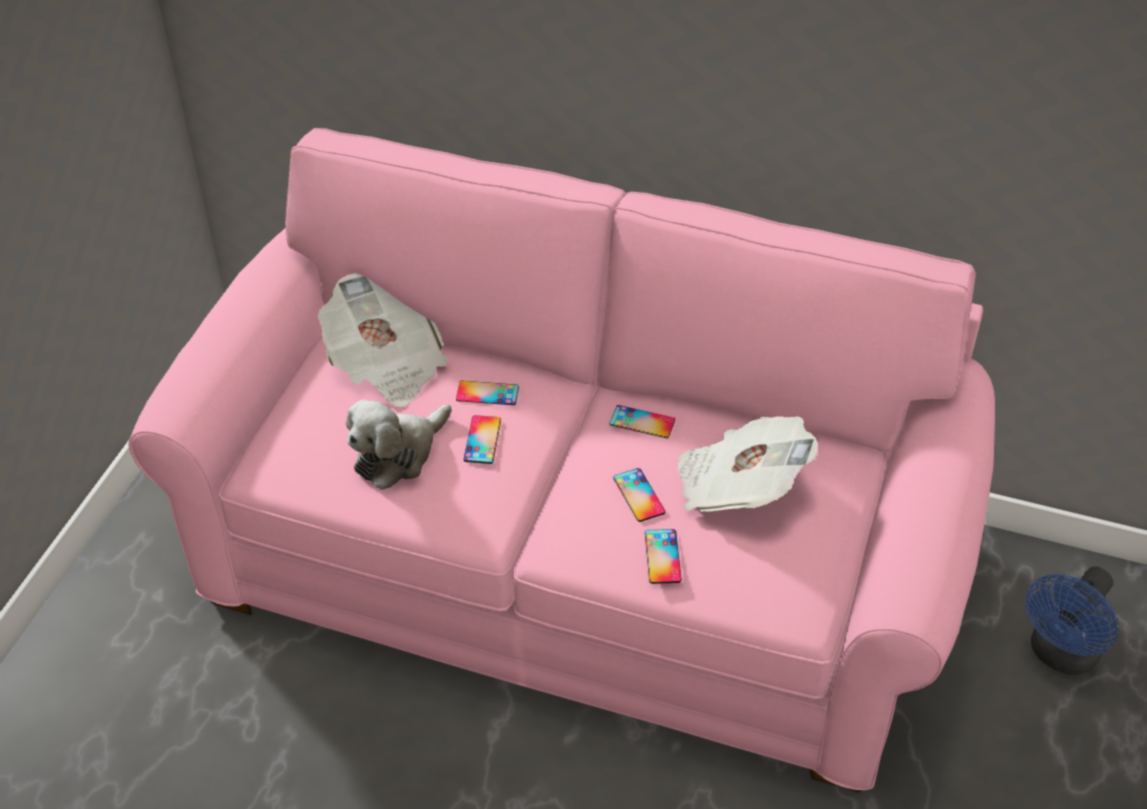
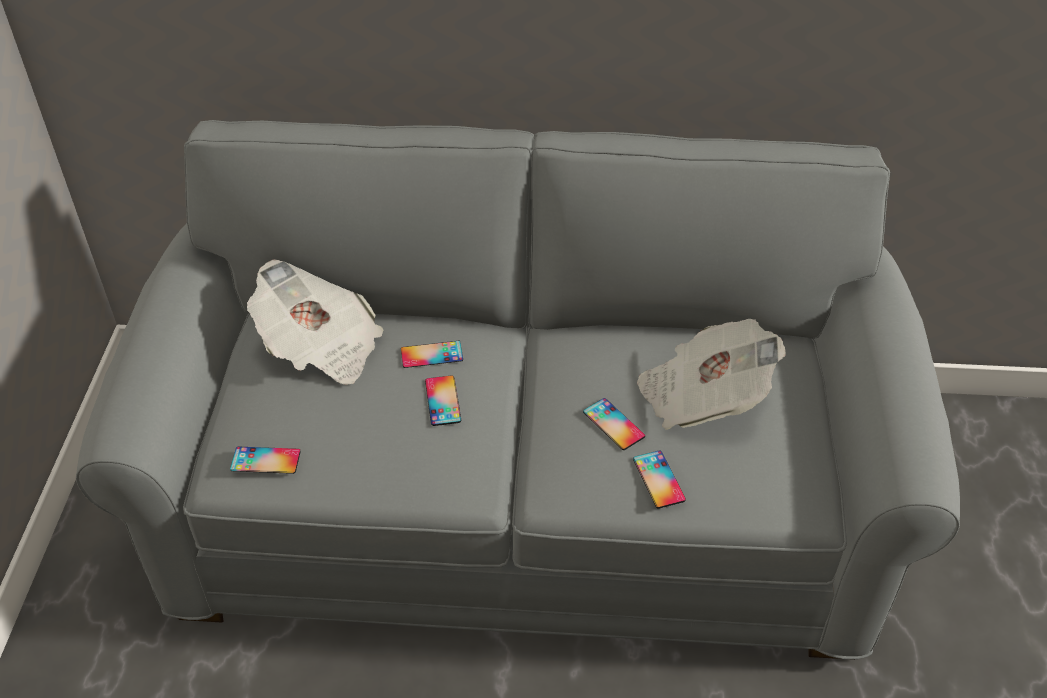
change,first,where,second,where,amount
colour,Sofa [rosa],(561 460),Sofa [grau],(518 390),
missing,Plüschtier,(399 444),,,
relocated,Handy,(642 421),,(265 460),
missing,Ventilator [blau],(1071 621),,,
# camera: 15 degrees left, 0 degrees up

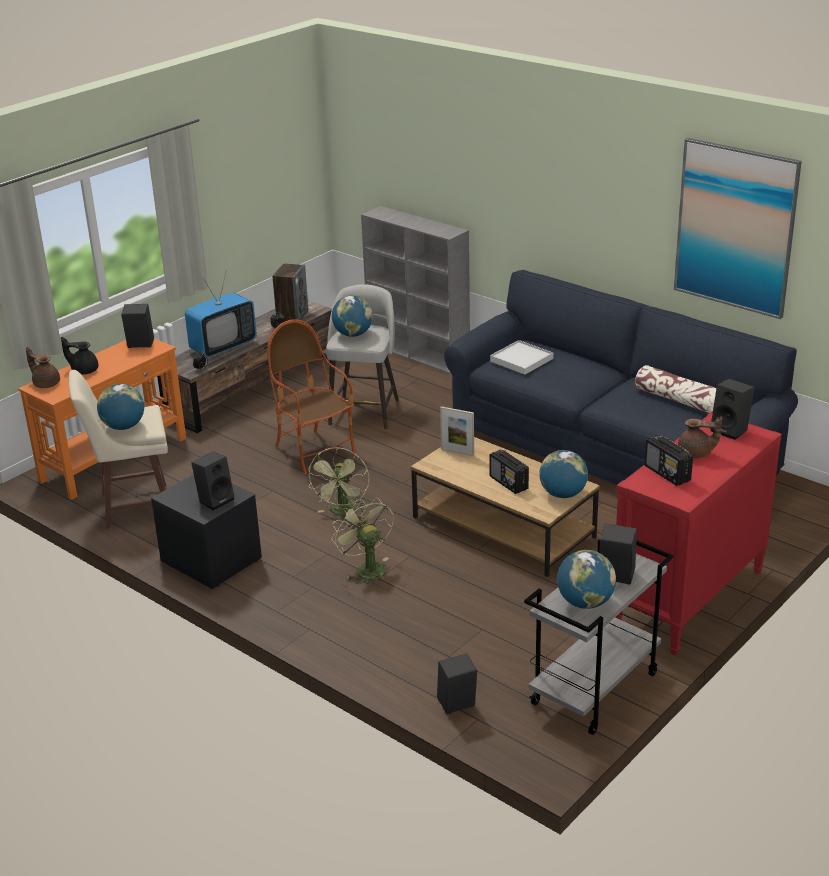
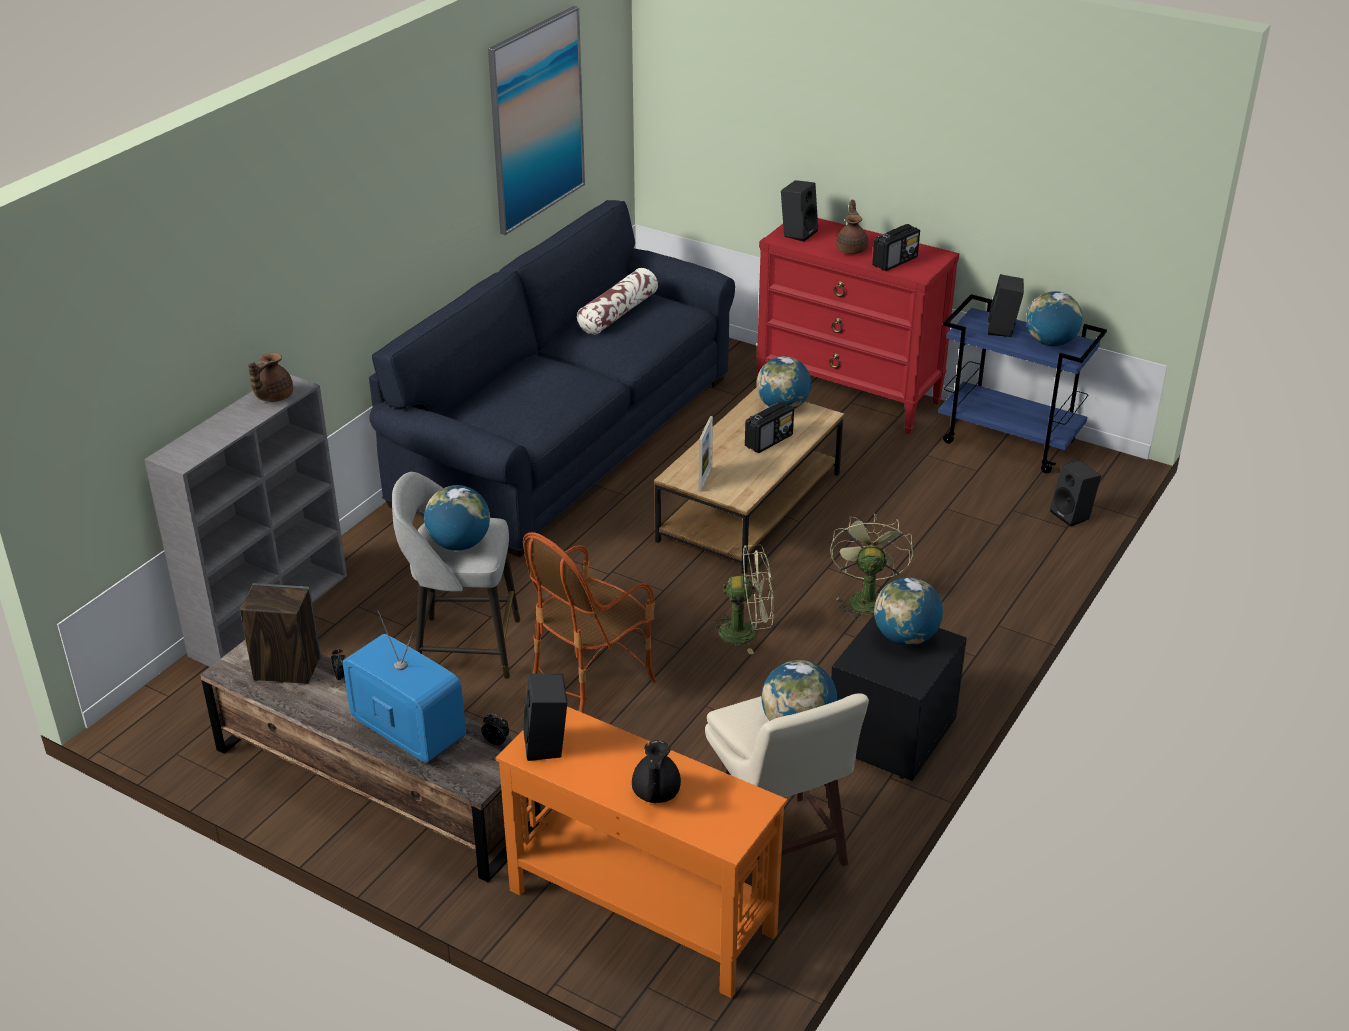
change,first,where,second,where,amount
missing,Tablett [weiß],(521 357),,,
relocated,Teekanne [braun],(43 367),,(270 377),
exchanged,Lautsprecher [schwarz],(212 481),Globus,(908 612),
spun,Ventilator [grün],(363 541),,(871 567),135 degrees clockwise
colour,Rollwagen [grau],(599 637),Rollwagen [blau],(1022 383),
# camera: 100 degrees left, 5 degrees up

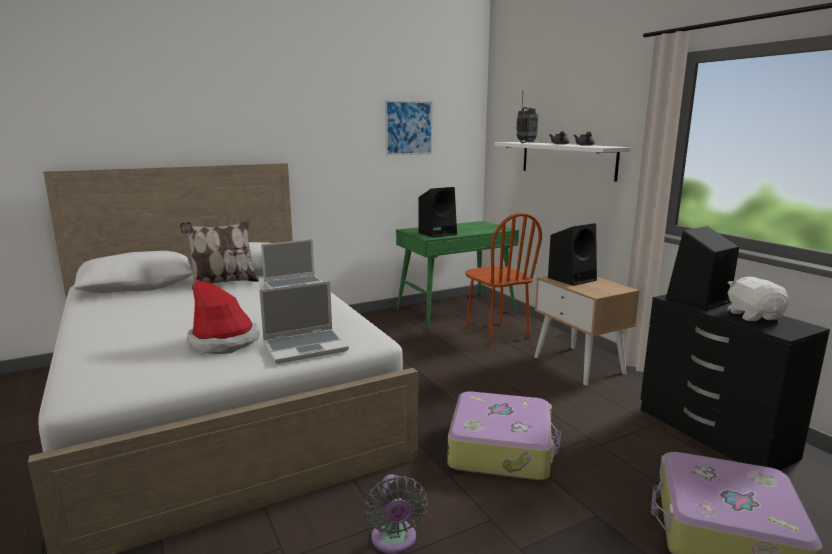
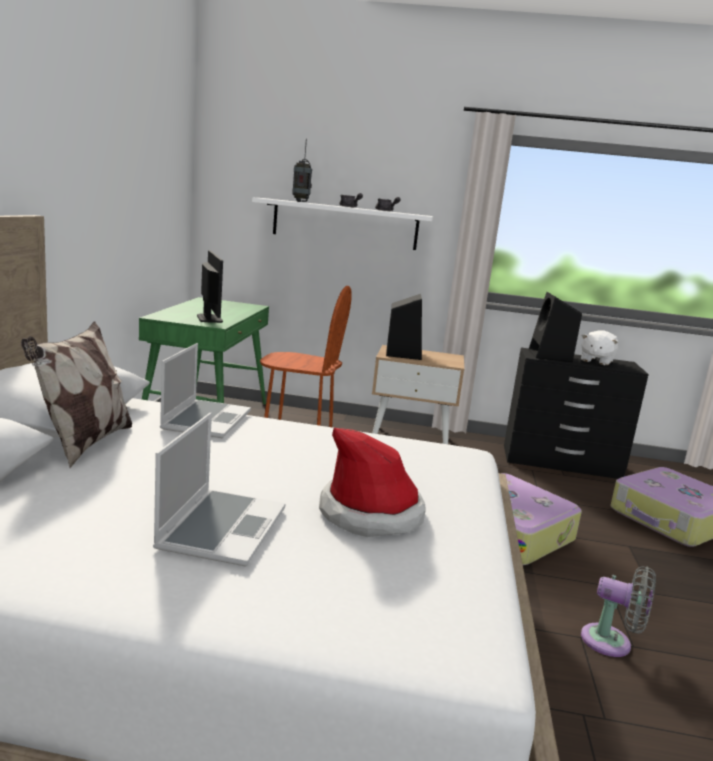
change,first,where,second,where,amount
missing,Bild,(409 128),,,
exchanged,Lautsprecher [schwarz],(438 212),Monitor,(210 286),
spun,Plüschtier [weiß],(758 299),,(599 348),90 degrees counterclockwise
relocated,Laptop,(304 322),,(219 490),
# camera: 55 degrees left, 0 degrees up

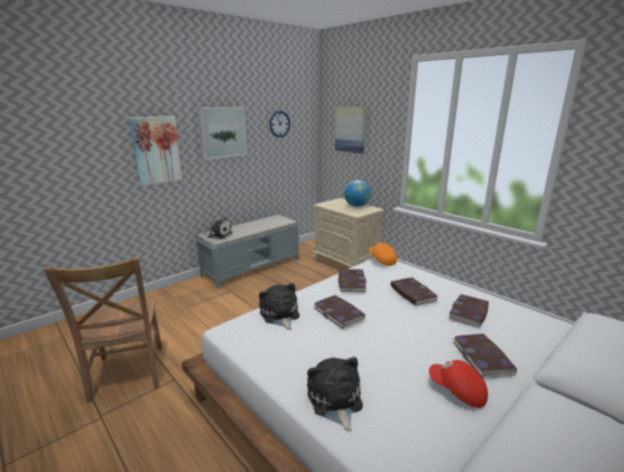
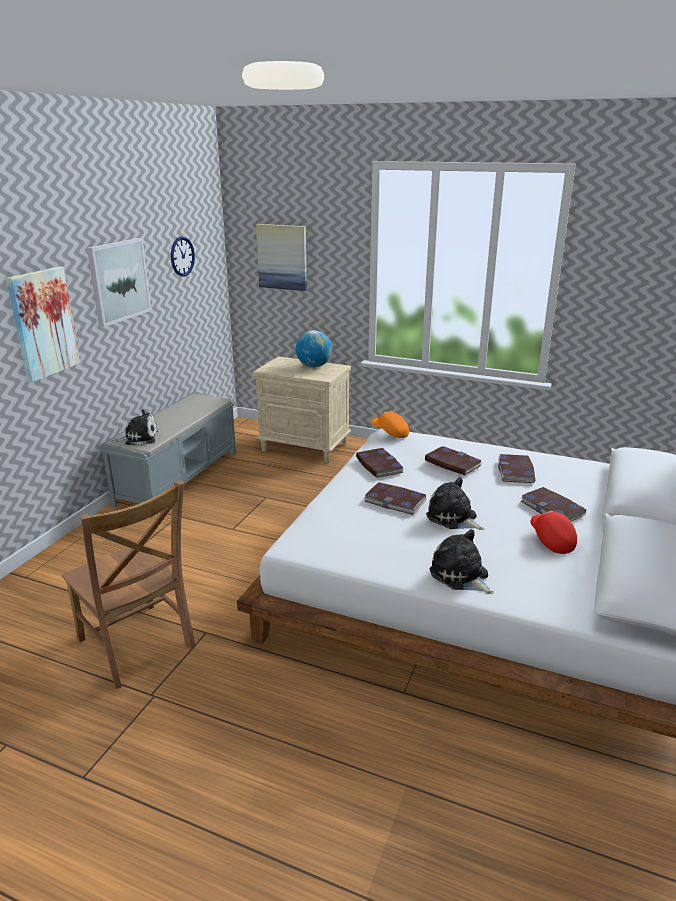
change,first,where,second,where,amount
relocated,Plüschtier,(279 306),,(455 503),
spun,Kappe [rot],(458 384),,(553 532),60 degrees clockwise
# camera: 25 degrees left, 5 degrees up

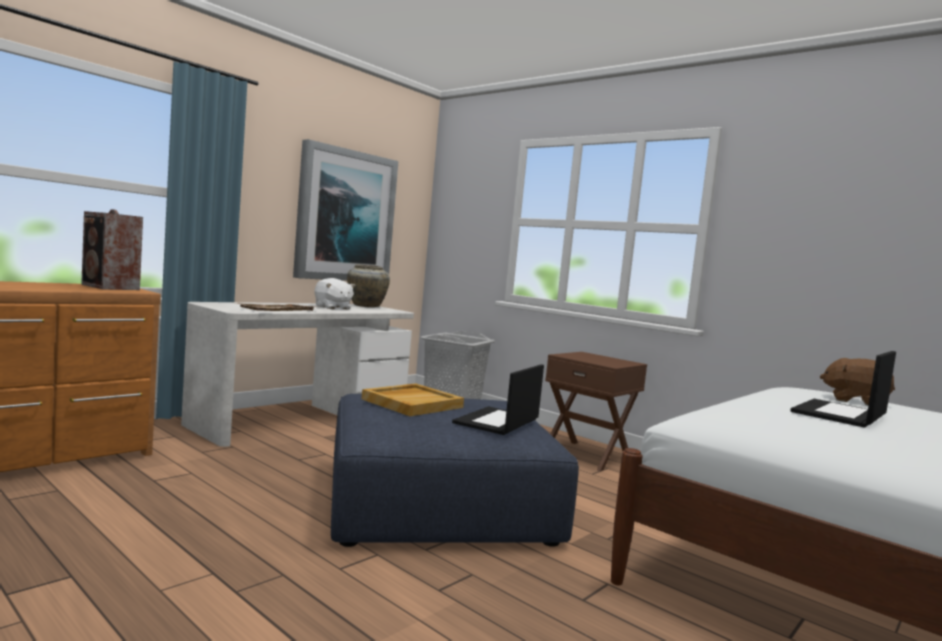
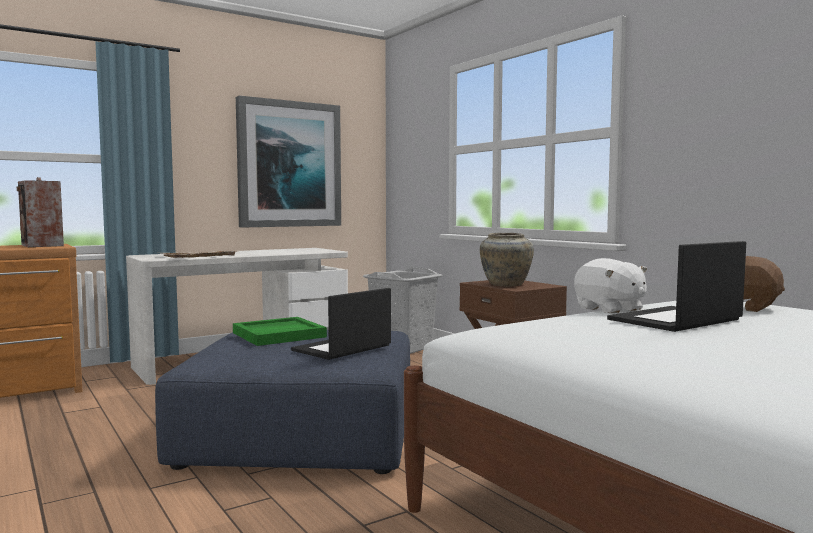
change,first,where,second,where,amount
relocated,Vase [beige],(368 285),,(507 260),
relocated,Plüschtier [weiß],(335 293),,(610 285),
colour,Tablett [beige],(413 399),Tablett [grün],(280 331),
# camera: 15 degrees right, 0 degrees up

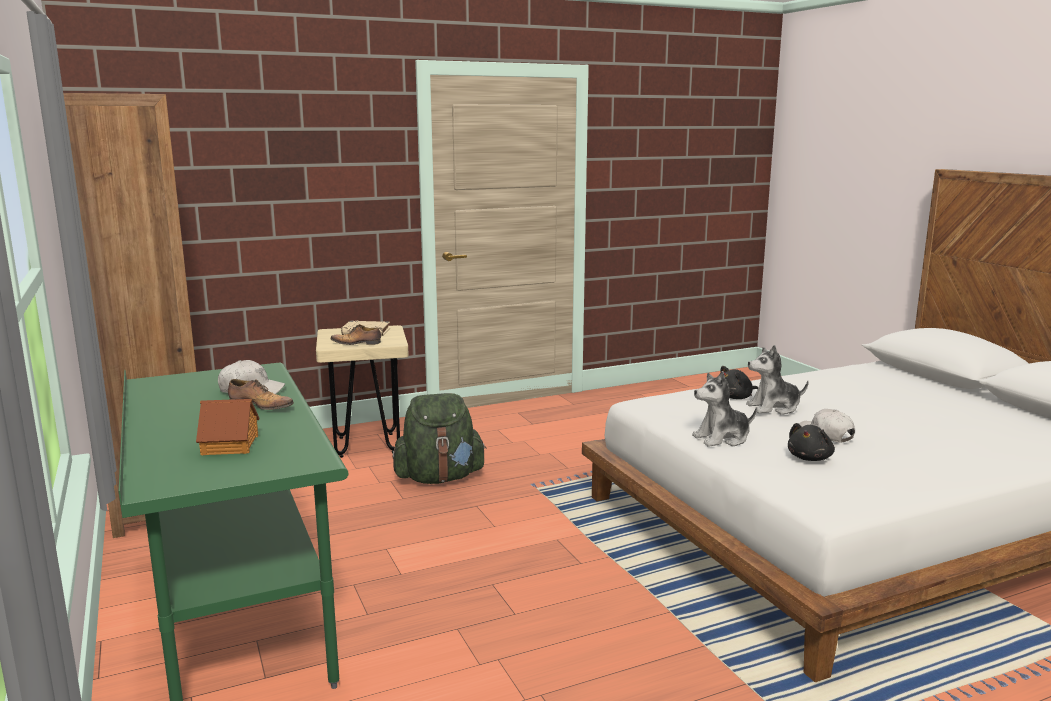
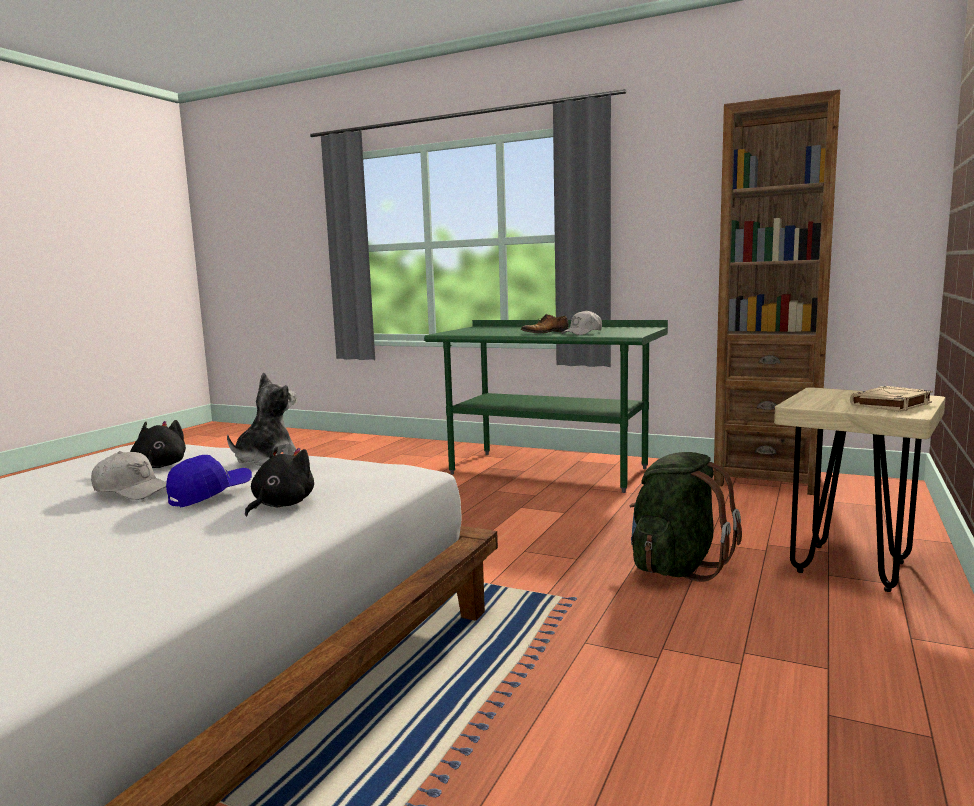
change,first,where,second,where,amount
missing,Schuh,(355 334),,,
exchanged,Plüschtier,(777 380),Kappe [blau],(209 481),
missing,Spielzeughaus,(227 427),,,
# camera: 140 degrees right, 5 degrees down

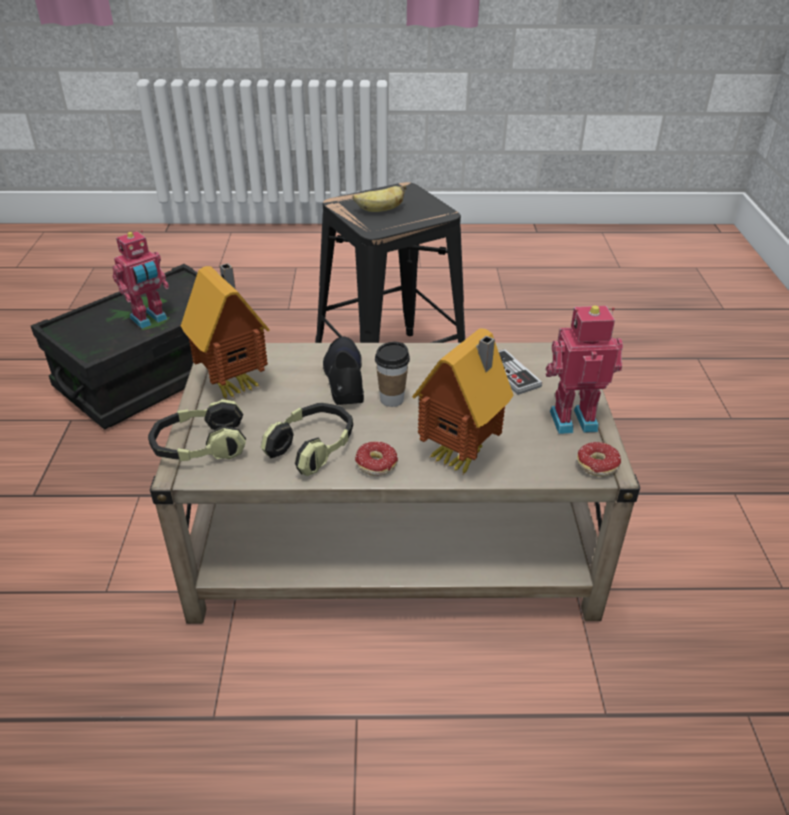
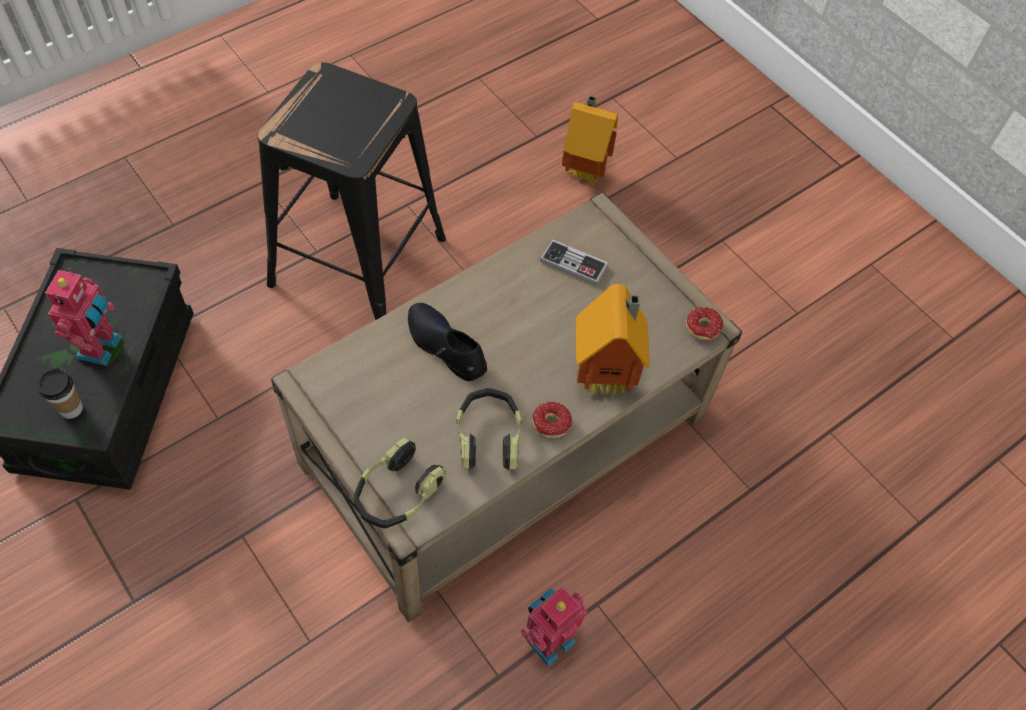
change,first,where,second,where,amount
missing,Banane,(379 198),,,
relocated,Spielzeughaus,(225 331),,(590 140),
relocated,Spielzeugroboter,(584 369),,(553 626),
relocated,Tasse,(392 374),,(60 393),
# camera: 40 degrees left, 20 degrees up

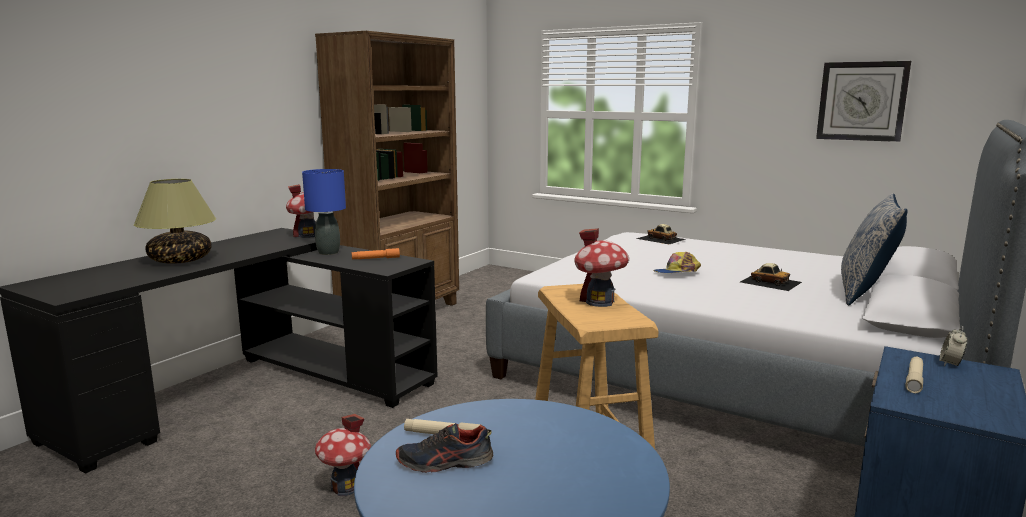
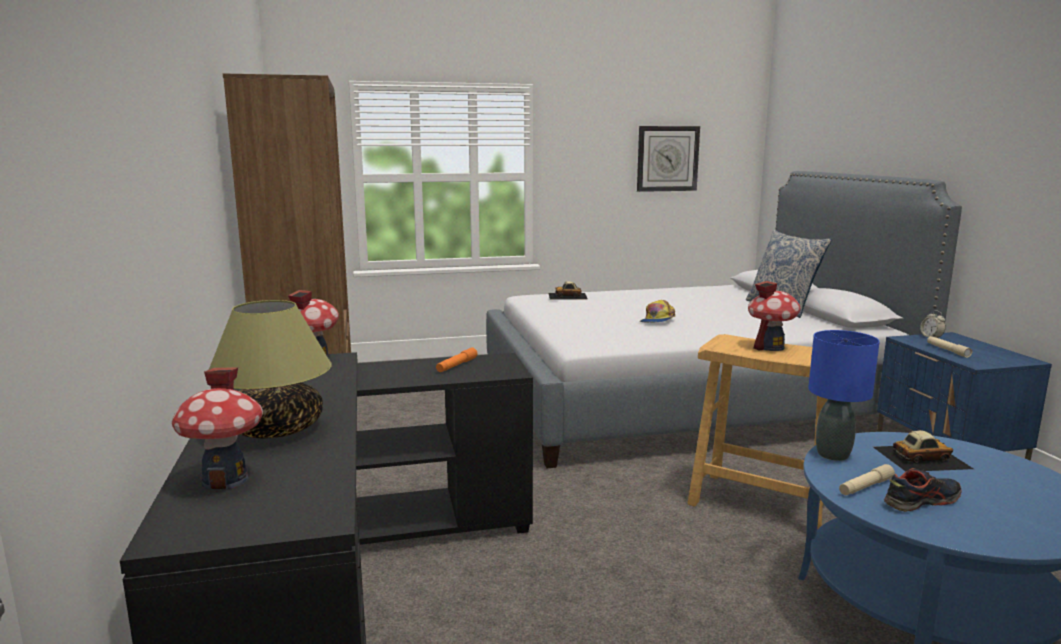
change,first,where,second,where,amount
relocated,Tischlampe [blau],(324 212),,(844 395),
relocated,Spielzeugauto,(771 277),,(923 451),
relocated,Spielzeughaus,(343 455),,(217 428),
spun,Schuh,(444 448),,(923 490),150 degrees counterclockwise
# camera: 45 degrees left, 0 degrees up

